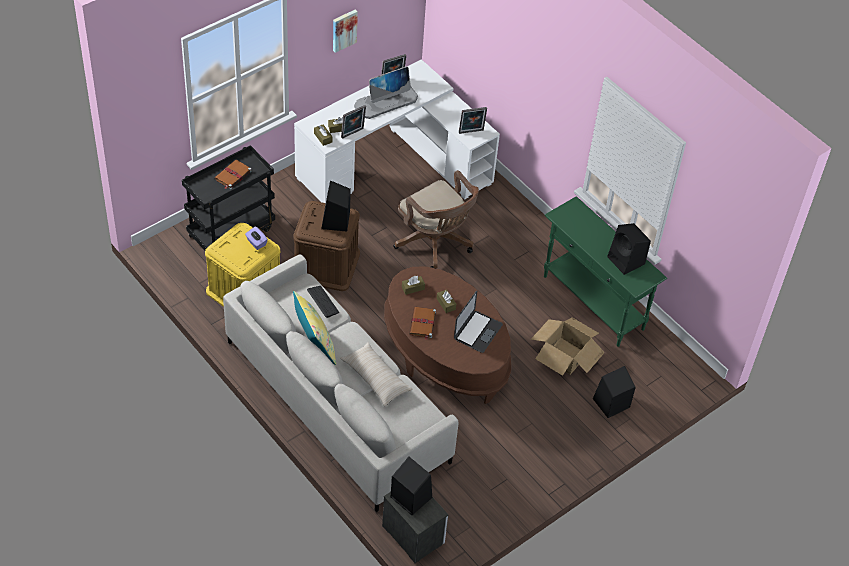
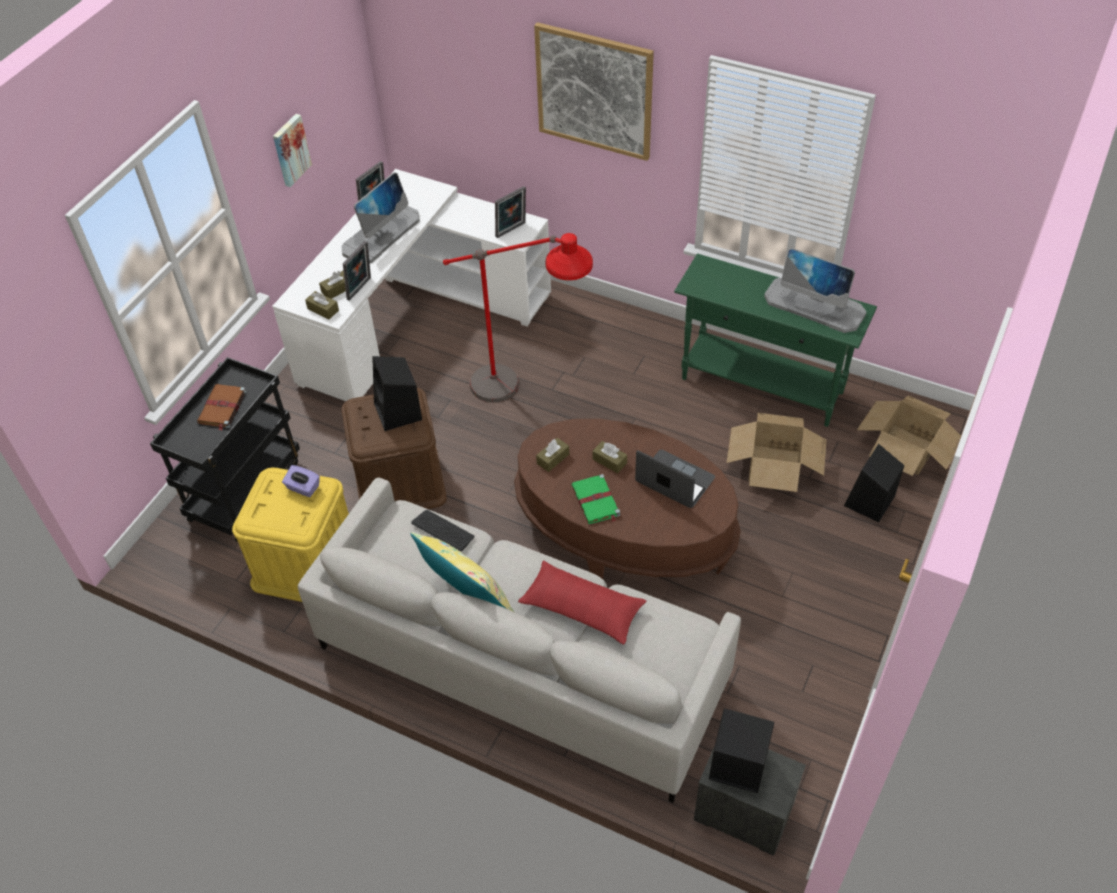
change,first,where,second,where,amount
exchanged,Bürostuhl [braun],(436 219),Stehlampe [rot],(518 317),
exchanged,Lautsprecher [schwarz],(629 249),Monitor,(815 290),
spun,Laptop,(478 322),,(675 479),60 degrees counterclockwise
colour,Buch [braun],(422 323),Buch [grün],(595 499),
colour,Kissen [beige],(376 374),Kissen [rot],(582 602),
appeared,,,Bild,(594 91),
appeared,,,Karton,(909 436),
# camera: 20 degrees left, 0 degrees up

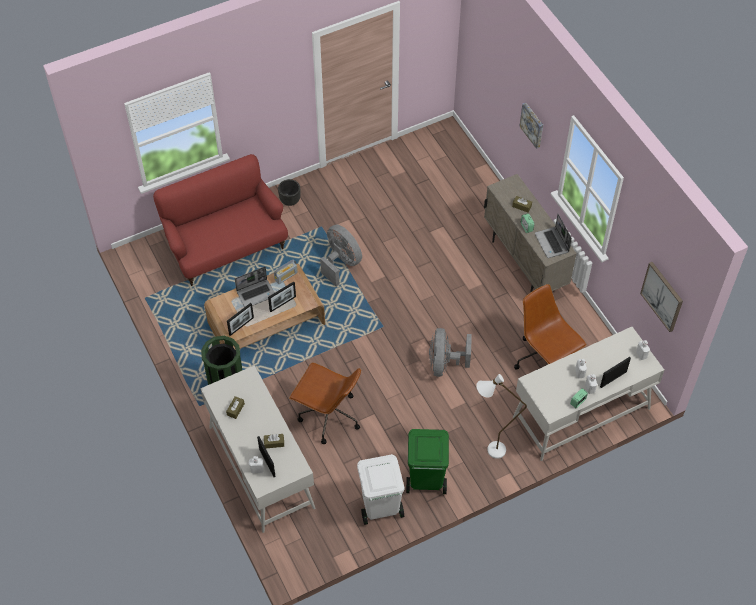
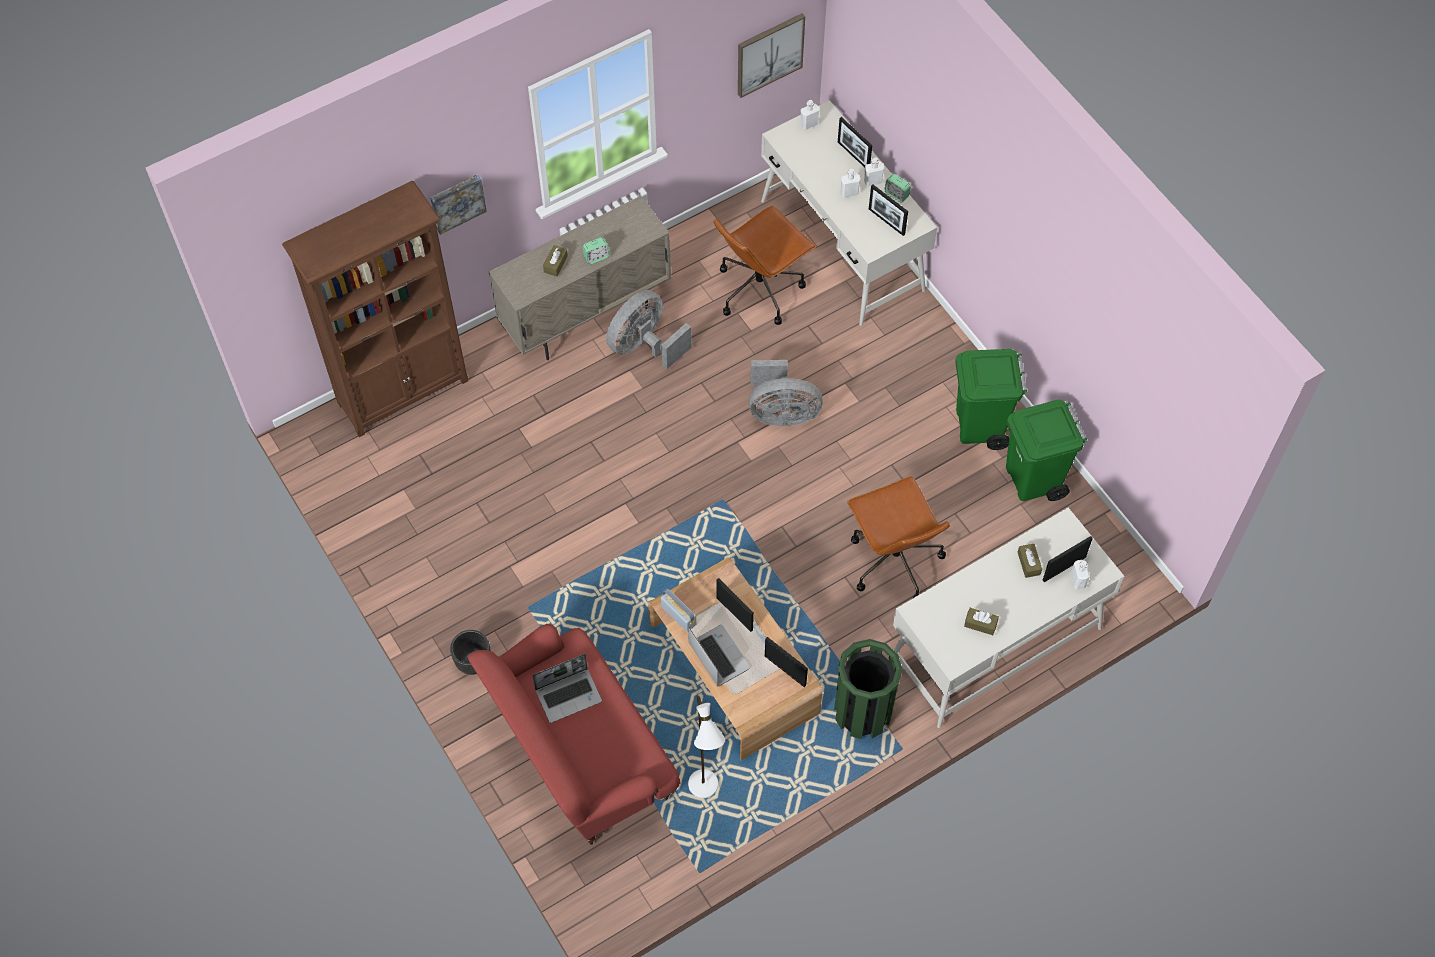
change,first,where,second,where,amount
relocated,Laptop,(553 236),,(567 688),
relocated,Ventilator [grau],(341 255),,(649 329),
spun,Bürostuhl [braun],(325 403),,(898 537),135 degrees clockwise
relocated,Stehlampe [weiß],(501 416),,(706 747),
colour,Mülleimer [weiß],(380 489),Mülleimer [grün],(1046 450),
appeared,,,Bücherregal [braun],(375 309),
appeared,,,Bilderrahmen,(888 210),
# camera: 95 degrees left, 5 degrees up

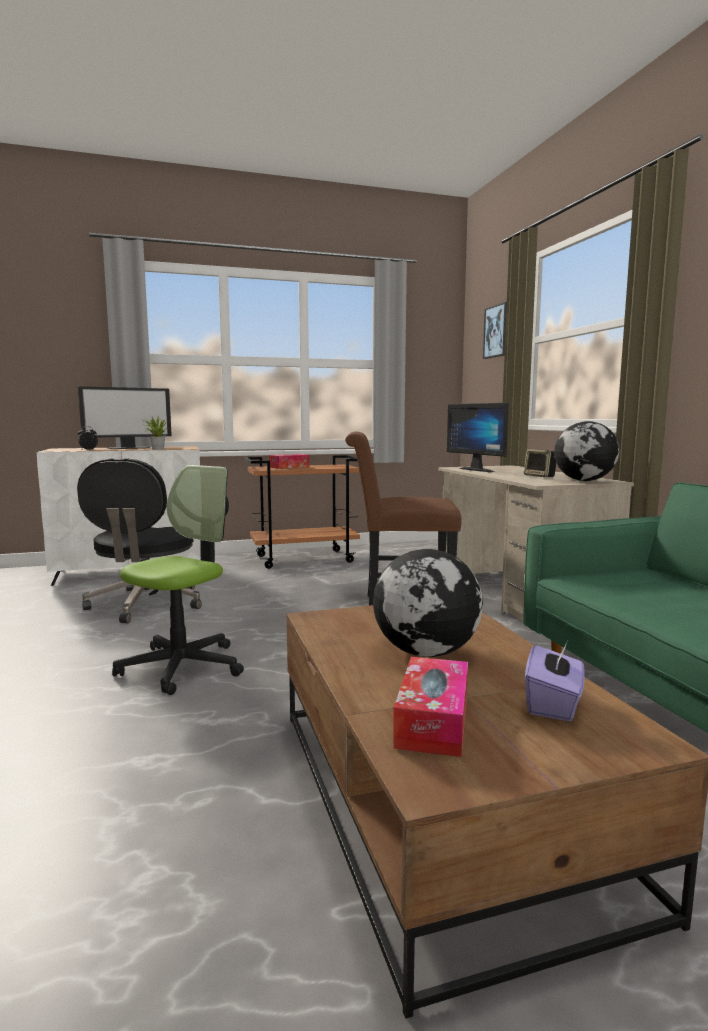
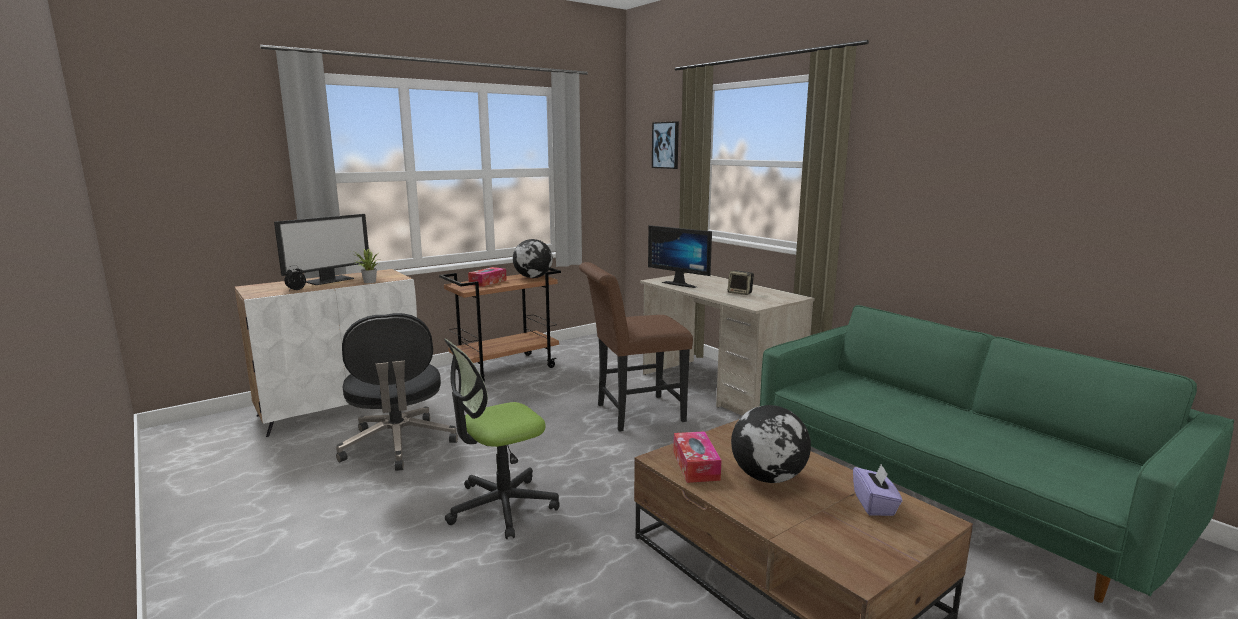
change,first,where,second,where,amount
relocated,Globus,(586 451),,(533 258),
spun,Bürostuhl,(178 580),,(502 439),135 degrees counterclockwise
relocated,Taschentuchbox,(430 707),,(697 457),
# camera: 20 degrees left, 5 degrees up

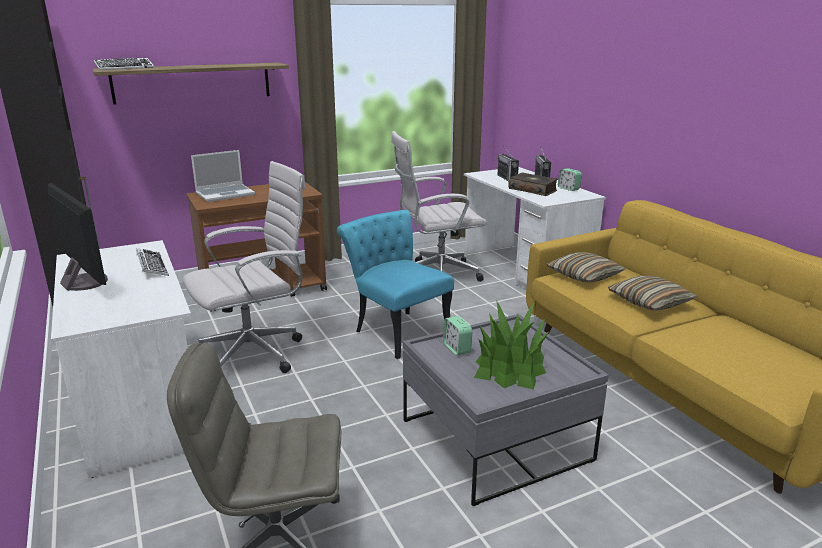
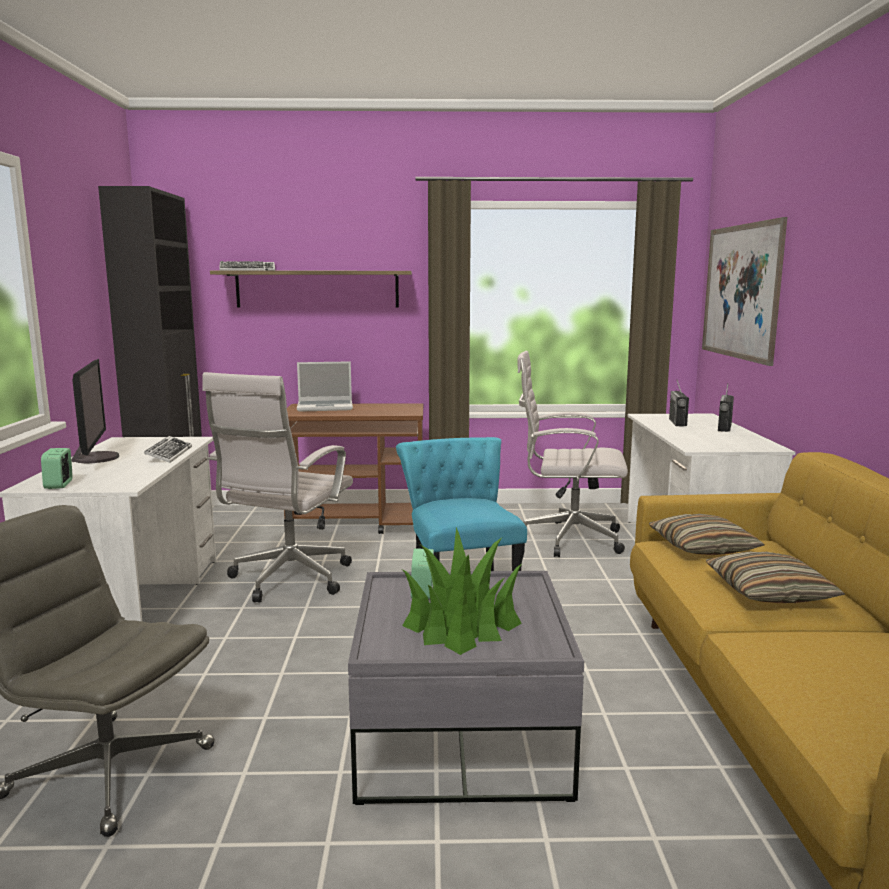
change,first,where,second,where,amount
spun,Bürostuhl [weiß],(244 267),,(277 487),120 degrees clockwise
relocated,Wecker,(570 179),,(57 468),
missing,Buch,(533 184),,,
appeared,,,Bild,(744 291),
# camera: 25 degrees right, 10 degrees down

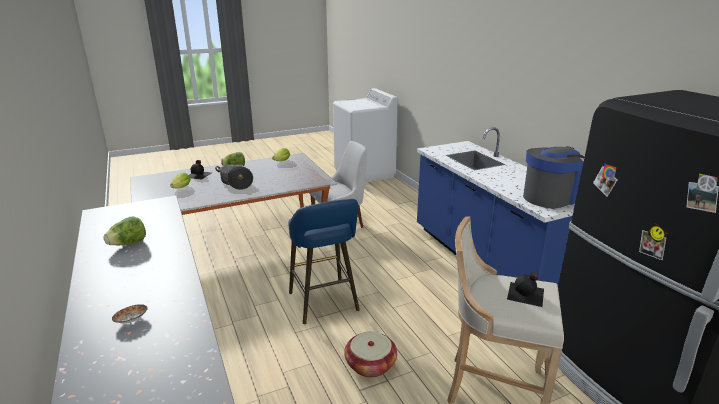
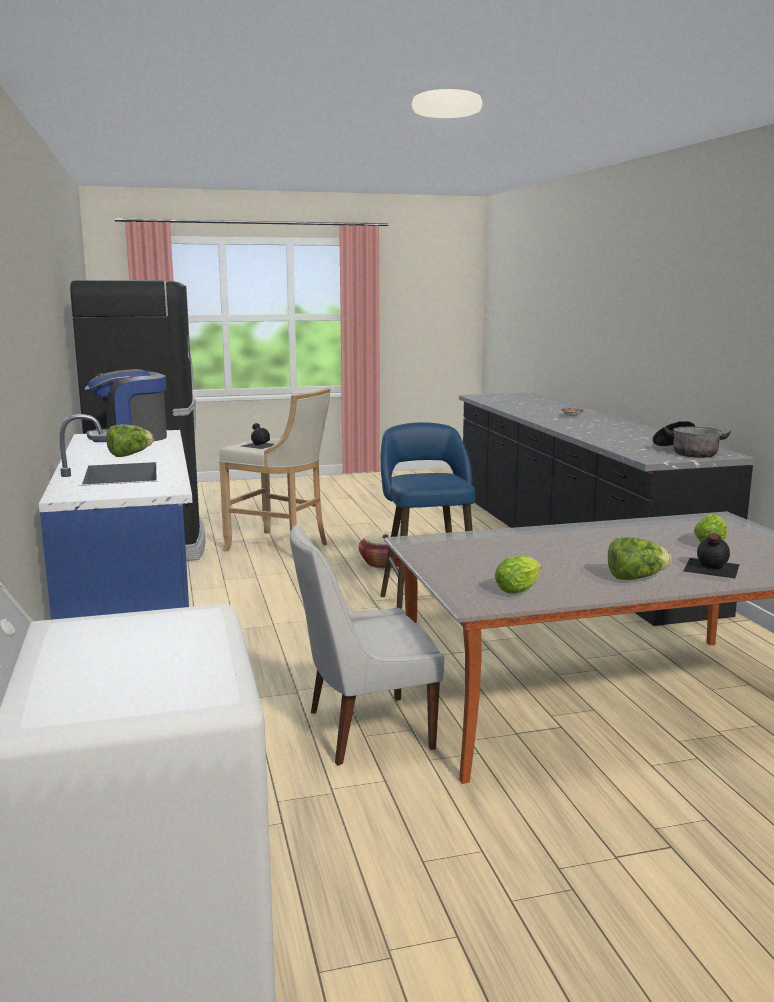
change,first,where,second,where,amount
relocated,Kochtopf,(234 177),,(691 439),
relocated,Salatkopf,(124 230),,(130 440),
# camera: 170 degrees left, 10 degrees down

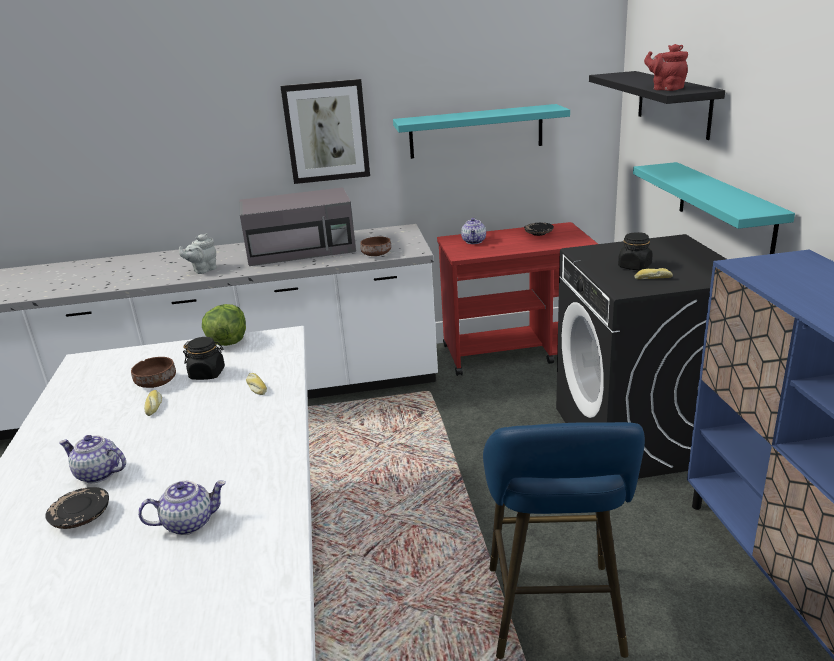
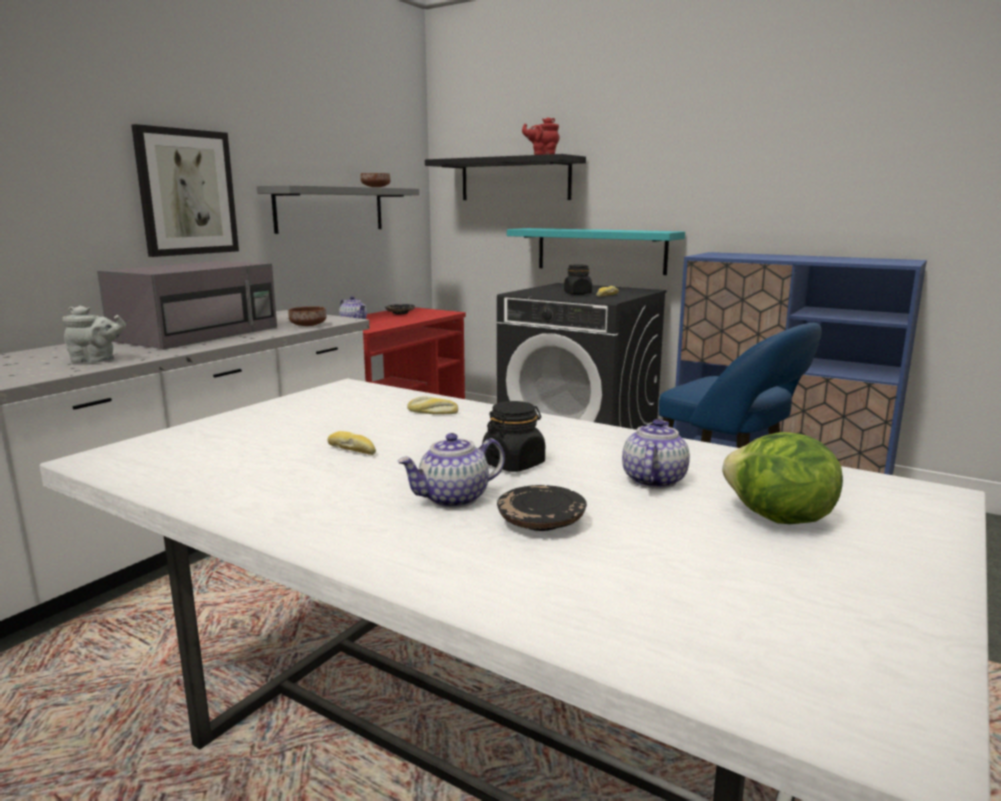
change,first,where,second,where,amount
colour,Wandregal [türkis],(481 131),Wandregal [grau],(338 209),
spun,Teekanne [grau],(198 253),,(94 334),90 degrees counterclockwise
relocated,Salatkopf,(224 325),,(782 478),
relocated,Vorratsglas [schwarz],(204 358),,(513 436),
relocated,Schüssel [braun],(153 372),,(375 180),
# camera: 50 degrees left, 10 degrees down

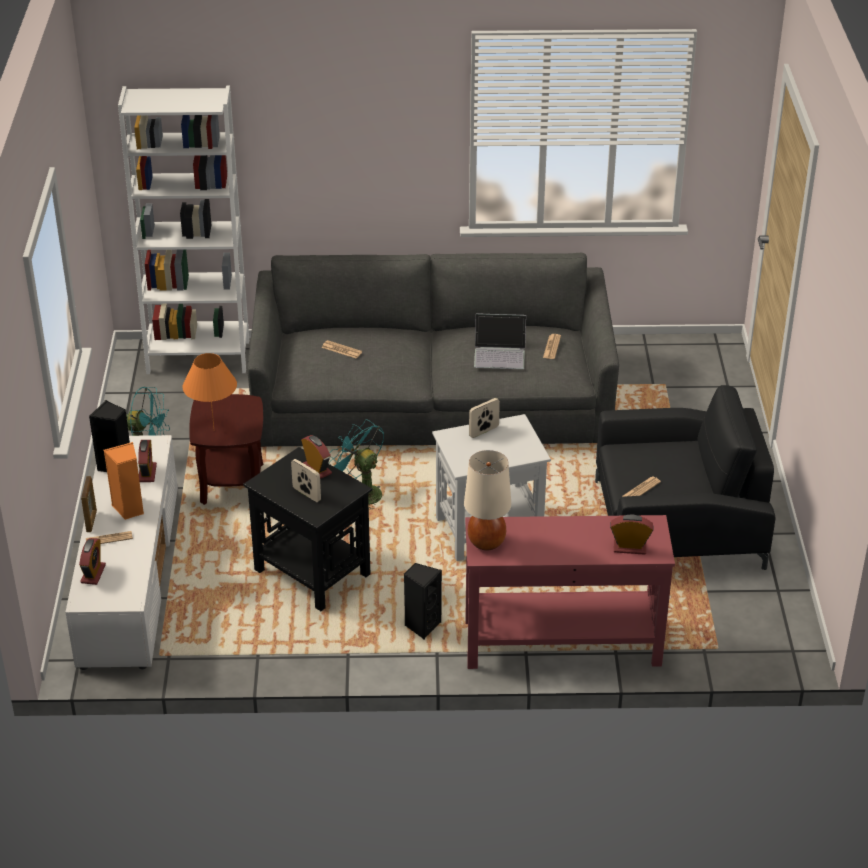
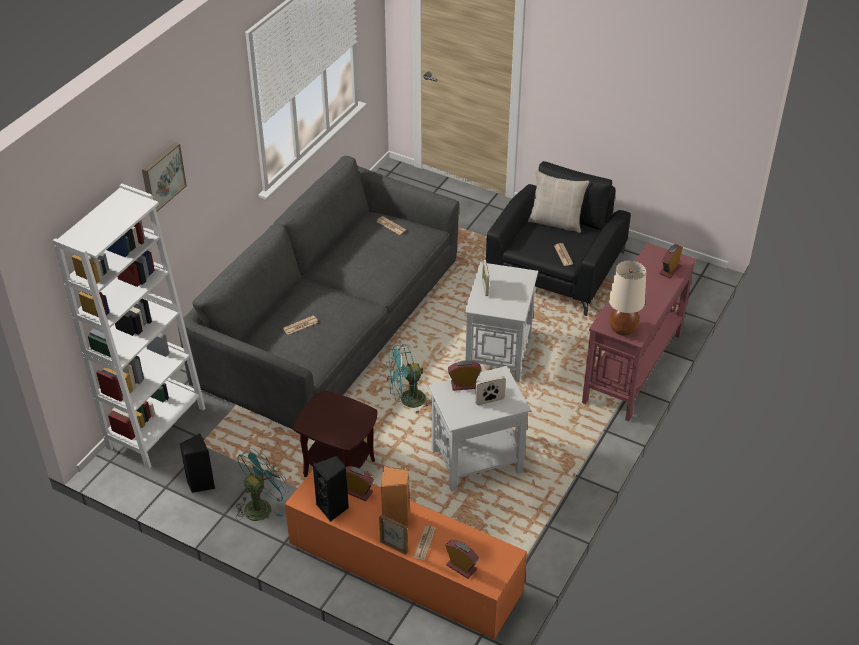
change,first,where,second,where,amount
missing,Laptop,(500 341),,,
missing,Tischlampe [orange],(210 390),,,
colour,Fernsehschrank [weiß],(121 552),Fernsehschrank [orange],(406 550),
colour,Beistelltisch [schwarz],(307 529),Beistelltisch [weiß],(479 429),
relocated,Lautsprecher [schwarz],(423 601),,(197 463),
appeared,,,Bild,(164 177),
appeared,,,Kissen [beige],(559 201),
# camera: 60 degrees left, 5 degrees up

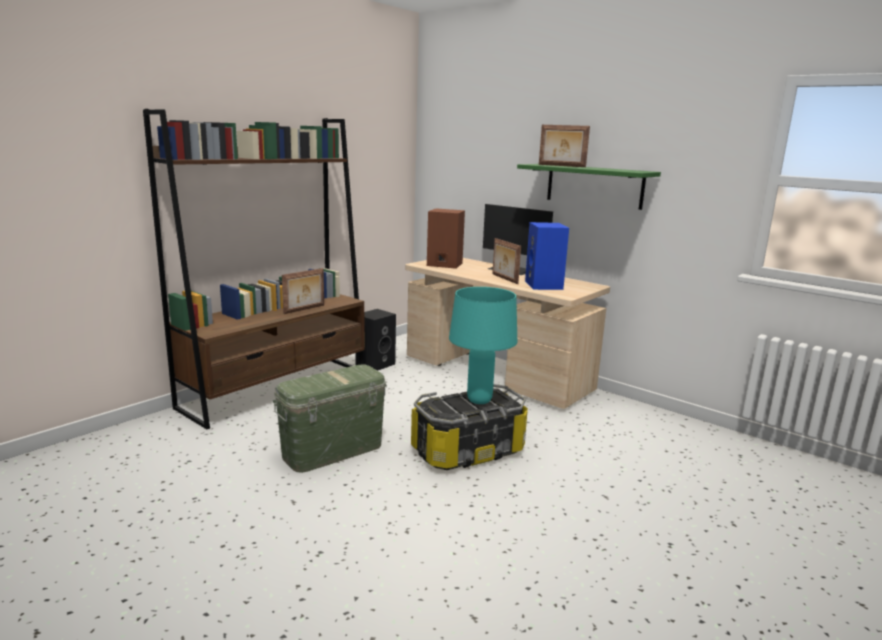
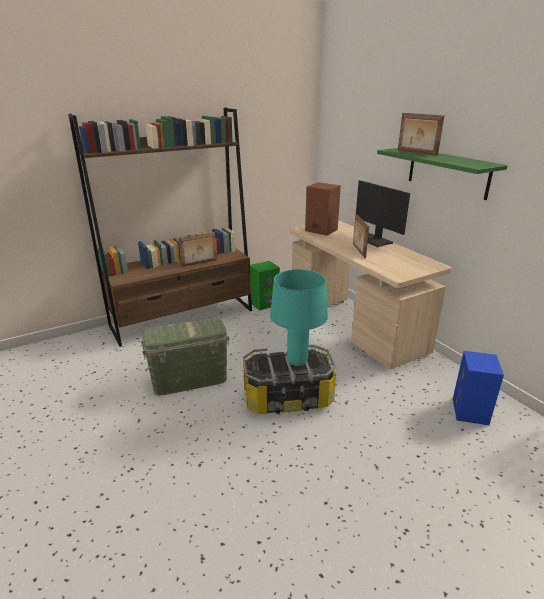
change,first,where,second,where,amount
relocated,Lautsprecher [blau],(547 256),,(478 388),
colour,Lautsprecher [schwarz],(376 340),Lautsprecher [grün],(265 286),
# camera: 20 degrees right, 10 degrees up

